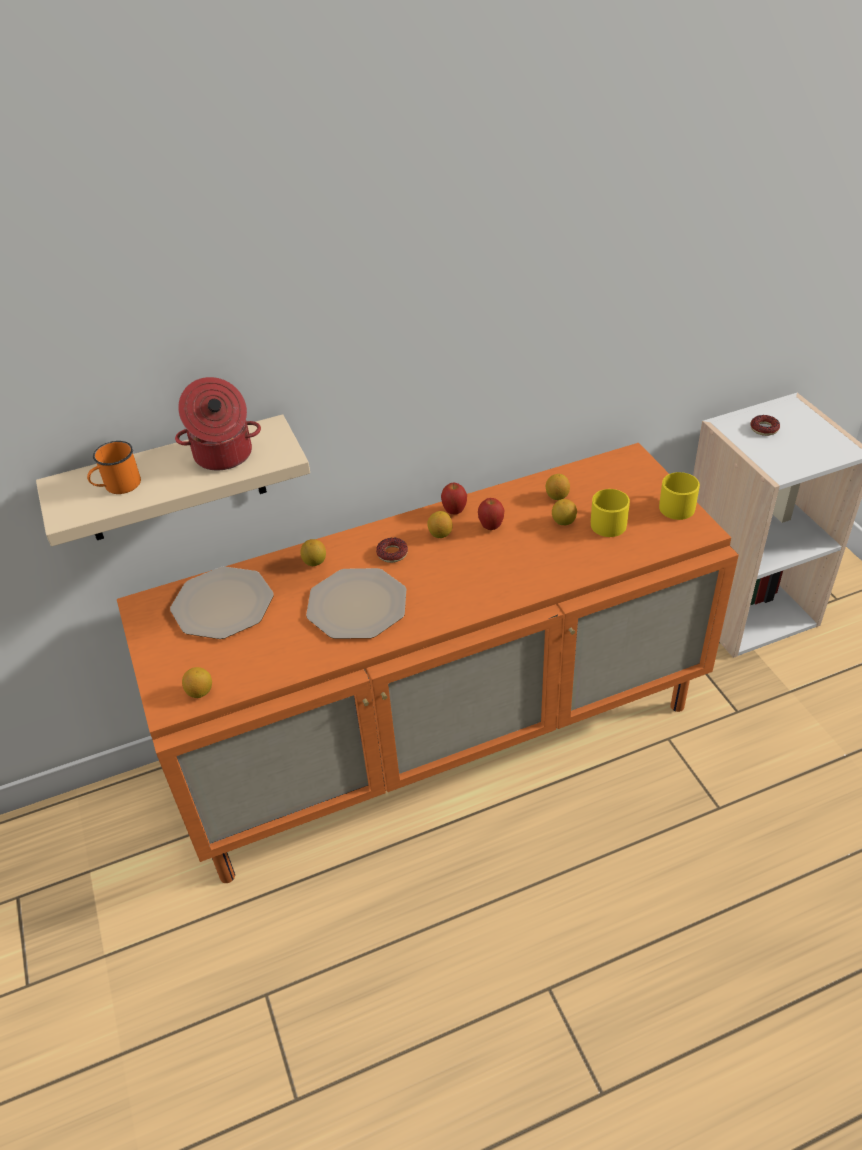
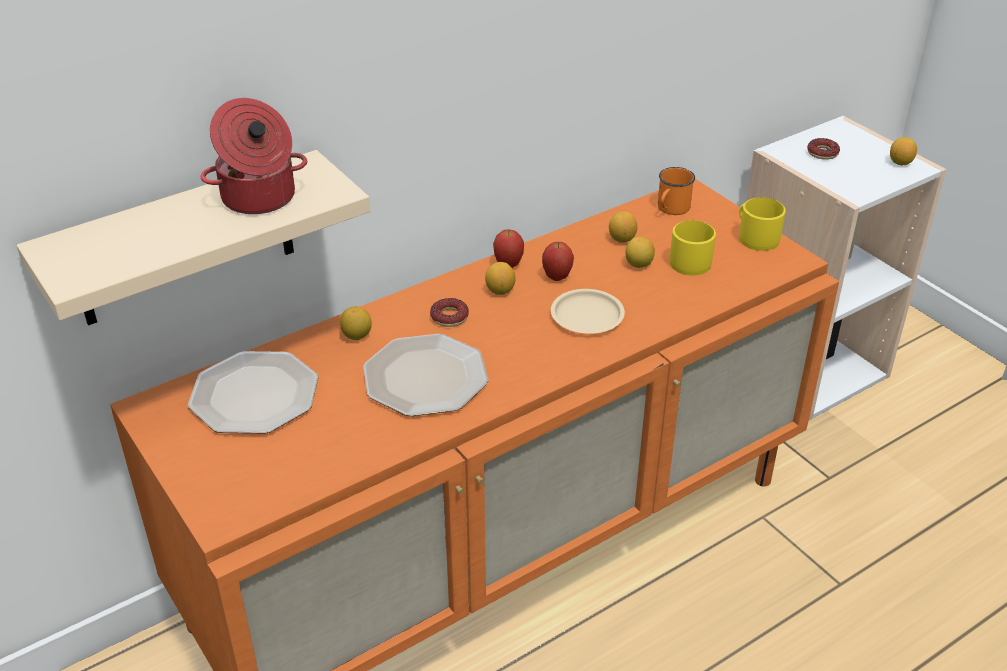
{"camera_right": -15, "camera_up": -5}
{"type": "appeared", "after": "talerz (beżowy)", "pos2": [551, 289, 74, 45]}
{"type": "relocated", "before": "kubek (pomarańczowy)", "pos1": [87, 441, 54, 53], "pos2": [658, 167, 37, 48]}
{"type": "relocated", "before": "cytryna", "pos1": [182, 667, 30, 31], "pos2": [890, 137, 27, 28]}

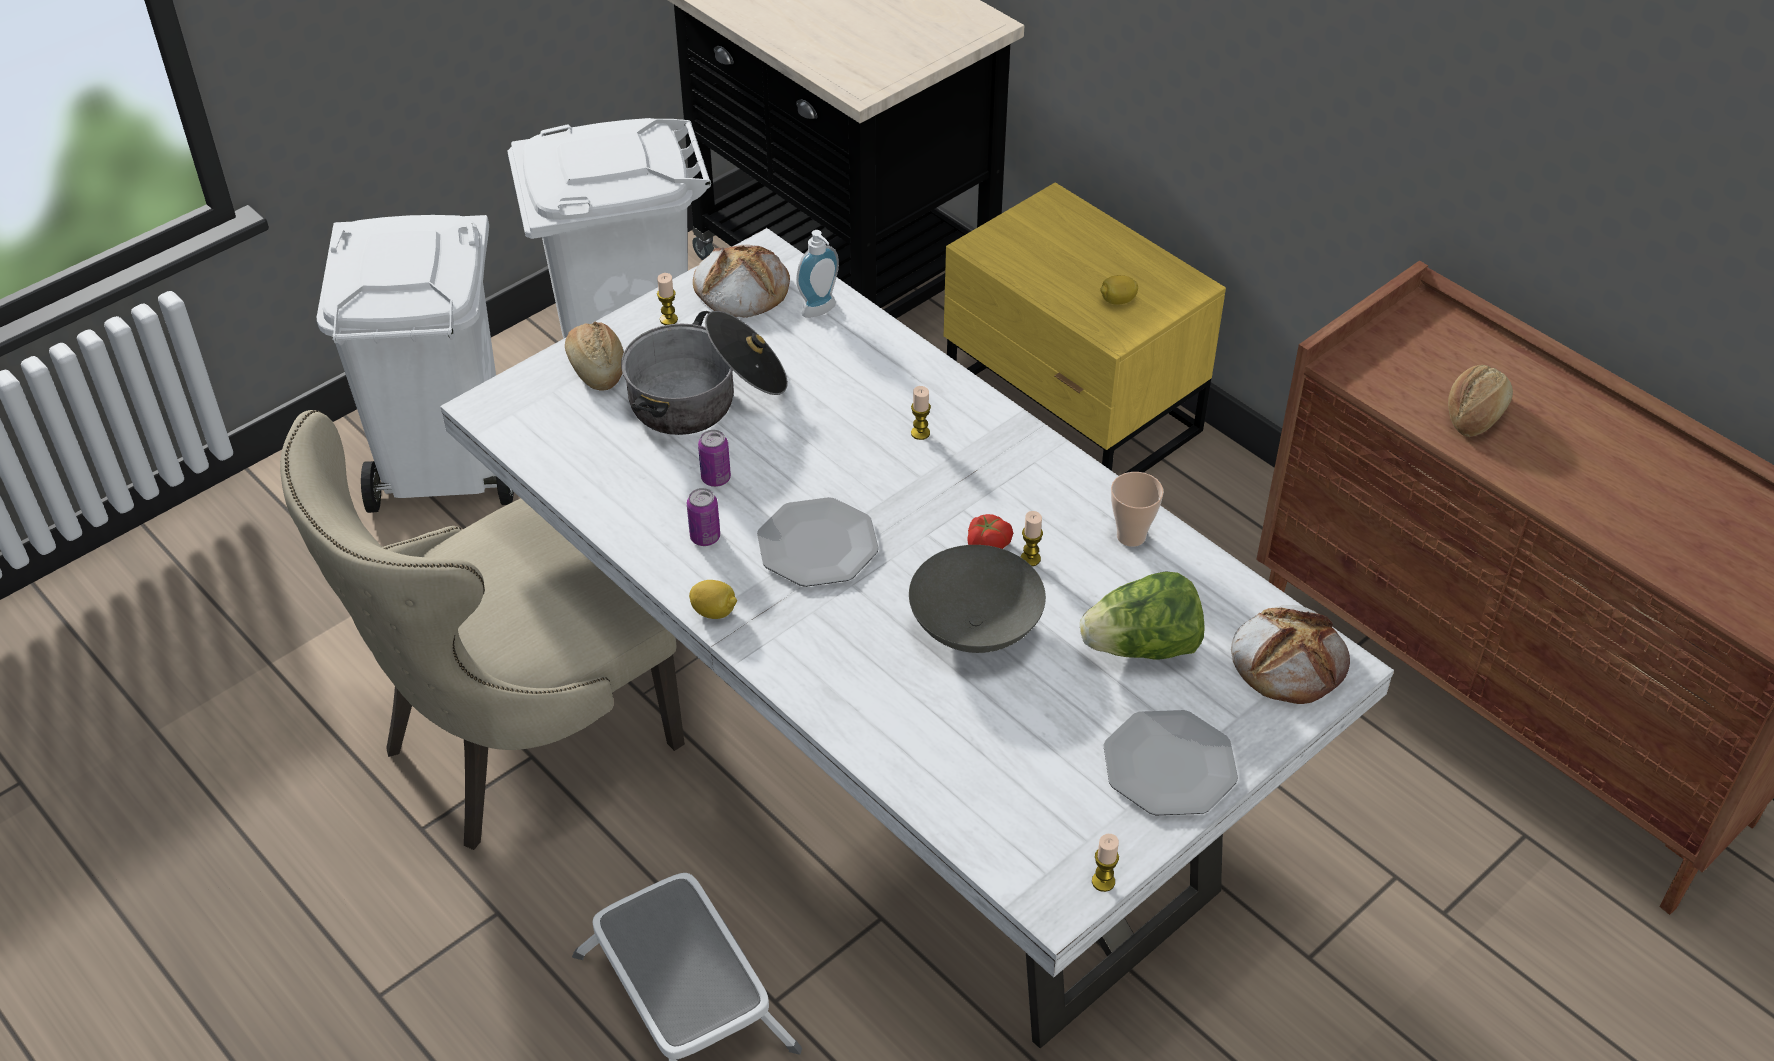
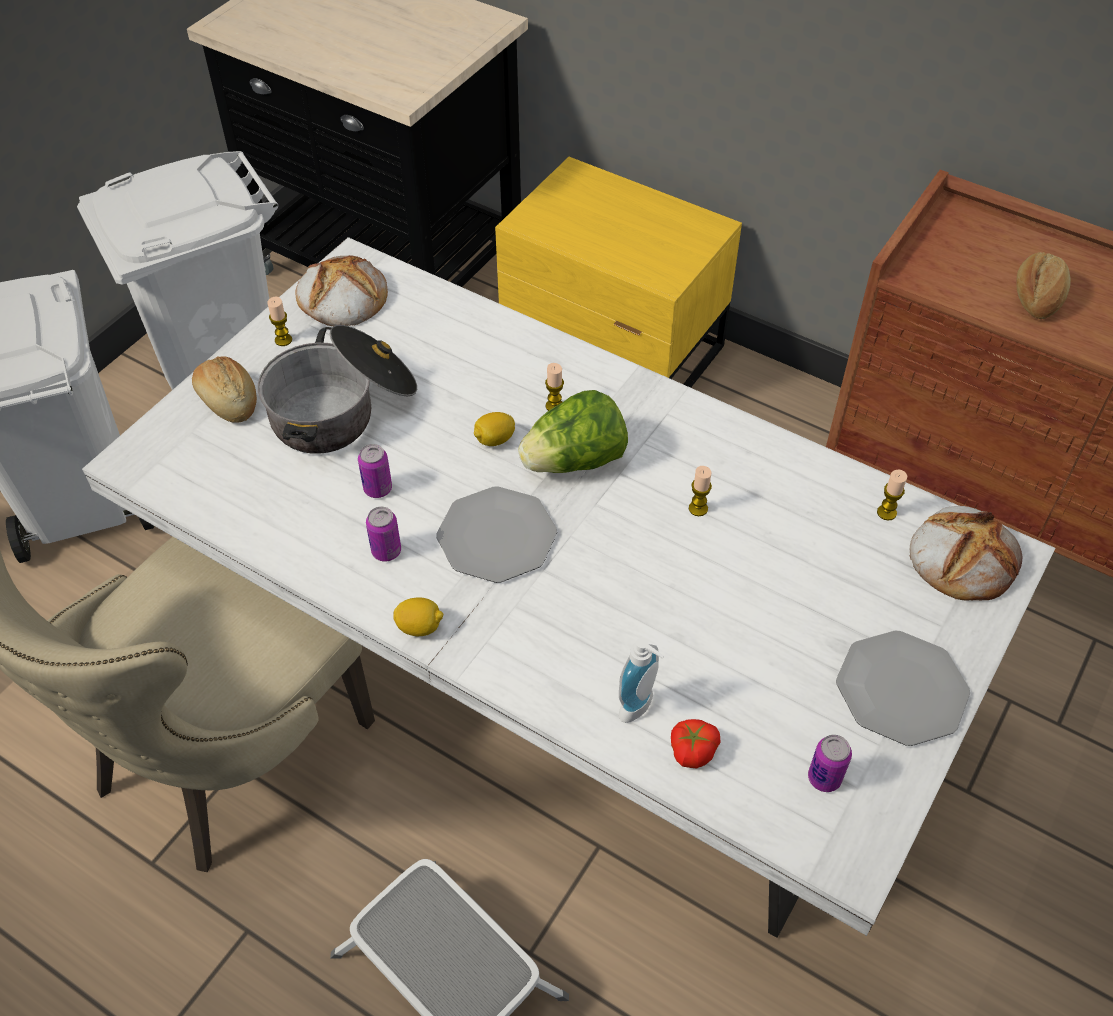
{"camera_right": -15, "camera_up": 5}
{"type": "relocated", "before": "cytryna", "pos1": [1101, 275, 37, 30], "pos2": [474, 412, 41, 34]}
{"type": "relocated", "before": "sałata", "pos1": [1080, 572, 125, 88], "pos2": [518, 390, 110, 83]}
{"type": "relocated", "before": "dozownik mydła", "pos1": [796, 230, 43, 88], "pos2": [619, 638, 45, 85]}
{"type": "relocated", "before": "pomidor", "pos1": [967, 514, 46, 35], "pos2": [671, 719, 50, 49]}
{"type": "appeared", "after": "puszka", "pos2": [808, 735, 44, 57]}
{"type": "relocated", "before": "świeca", "pos1": [1092, 834, 27, 58], "pos2": [877, 470, 30, 50]}
{"type": "missing", "before": "miska (szary)", "pos1": [909, 545, 137, 108]}
{"type": "missing", "before": "filiżanka", "pos1": [1111, 472, 53, 75]}

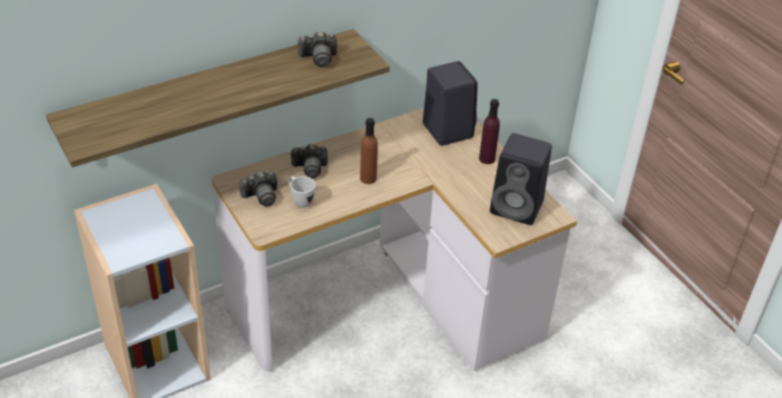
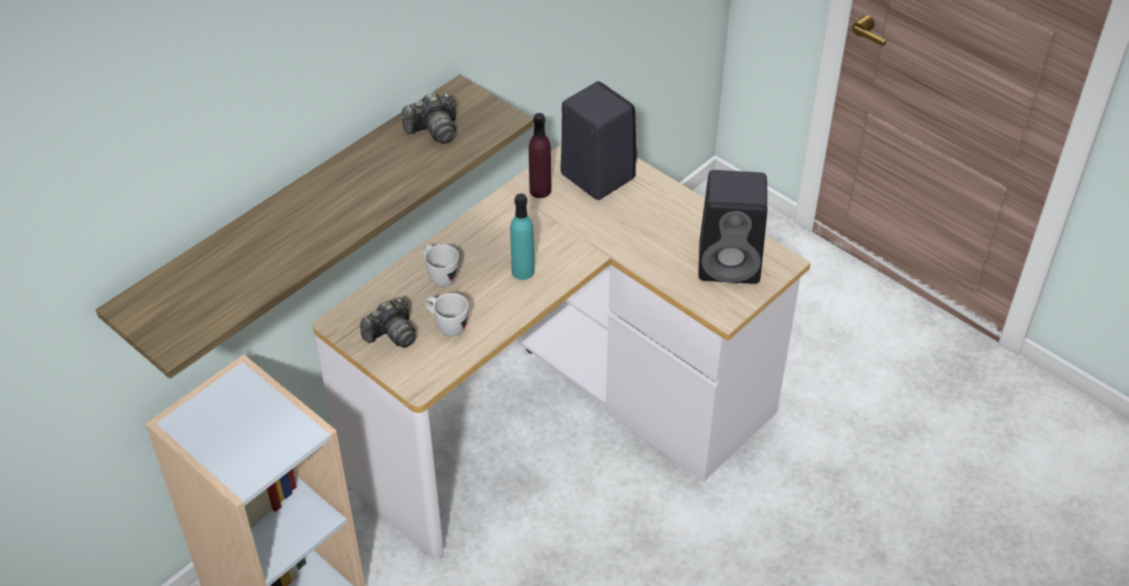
{"camera_right": -15, "camera_up": 5}
{"type": "exchanged", "before": "aparat fotograficzny", "after": "kubek (biały)", "pos1": [290, 144, 38, 34], "pos2": [423, 244, 36, 43]}
{"type": "colour", "before": "butelka (brązowy)", "after": "butelka (turkusowy)", "pos1": [360, 118, 18, 66], "pos2": [510, 194, 24, 86]}
{"type": "relocated", "before": "butelka (fioletowy)", "pos1": [479, 99, 21, 65], "pos2": [529, 113, 22, 85]}

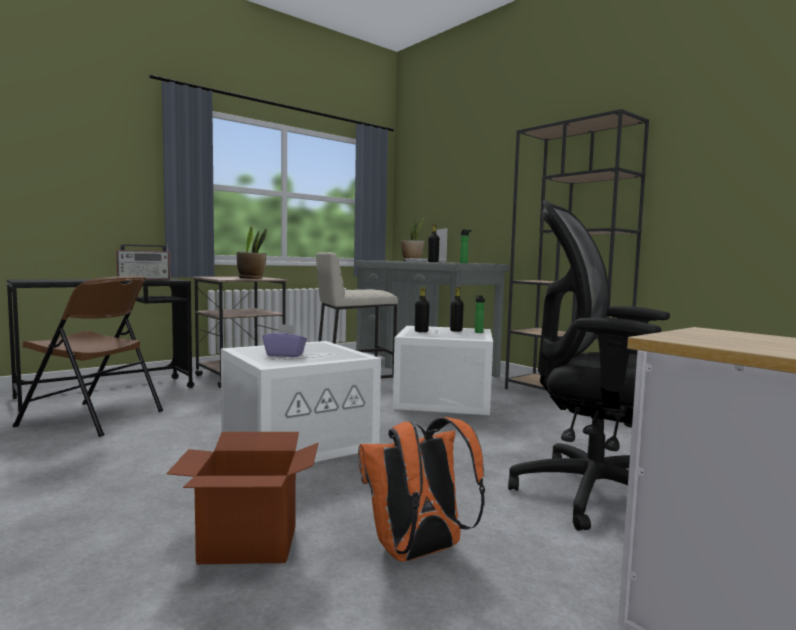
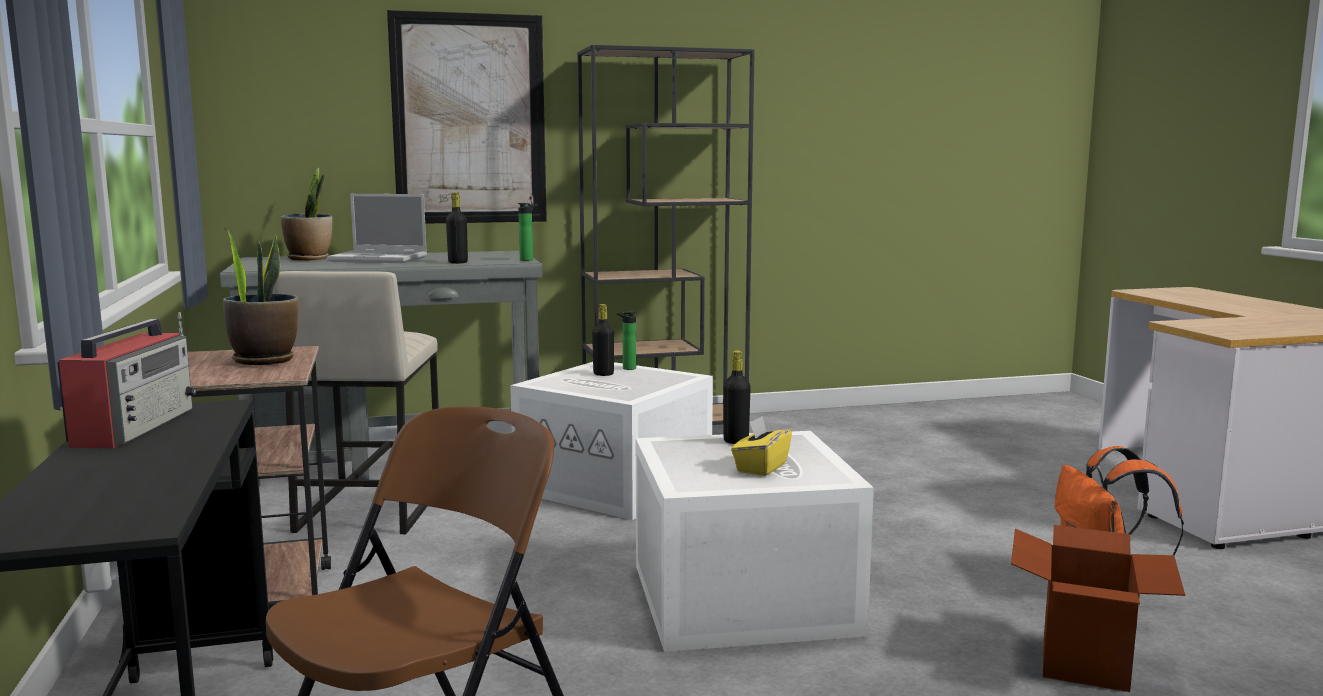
{"camera_right": -65, "camera_up": 5}
{"type": "appeared", "after": "obraz", "pos2": [387, 10, 160, 214]}
{"type": "relocated", "before": "butelka (czarny)", "pos1": [415, 287, 15, 45], "pos2": [723, 351, 28, 93]}
{"type": "colour", "before": "pudełko chusteczek (fioletowy)", "after": "pudełko chusteczek (żółty)", "pos1": [263, 324, 44, 33], "pos2": [731, 416, 61, 60]}
{"type": "missing", "before": "krzesło biurowe (czarny)", "pos1": [508, 201, 162, 330]}

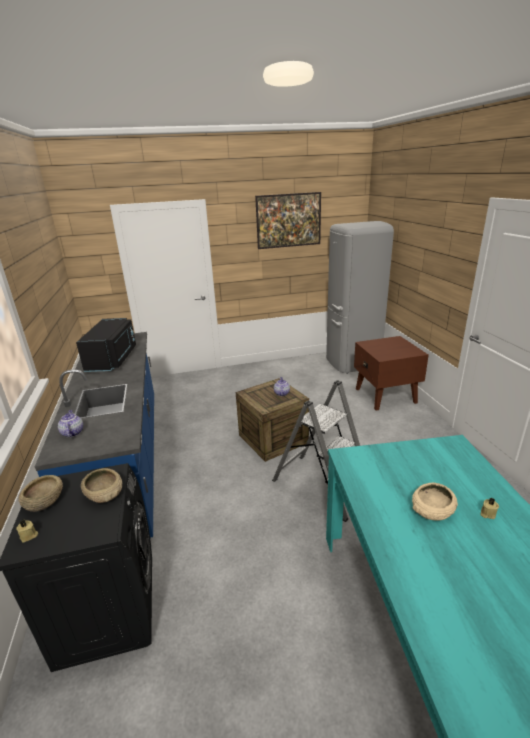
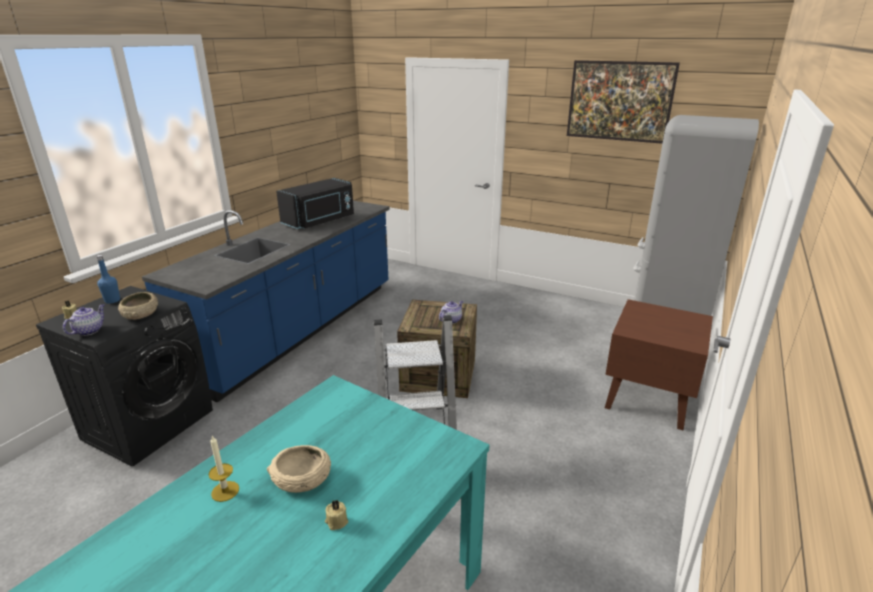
{"camera_right": 40, "camera_up": 0}
{"type": "relocated", "before": "imbryk", "pos1": [58, 410, 25, 27], "pos2": [63, 304, 42, 32]}
{"type": "exchanged", "before": "miska (beżowy)", "after": "butelka (niebieski)", "pos1": [19, 475, 44, 37], "pos2": [96, 255, 24, 49]}
{"type": "appeared", "after": "świeca", "pos2": [208, 436, 31, 66]}

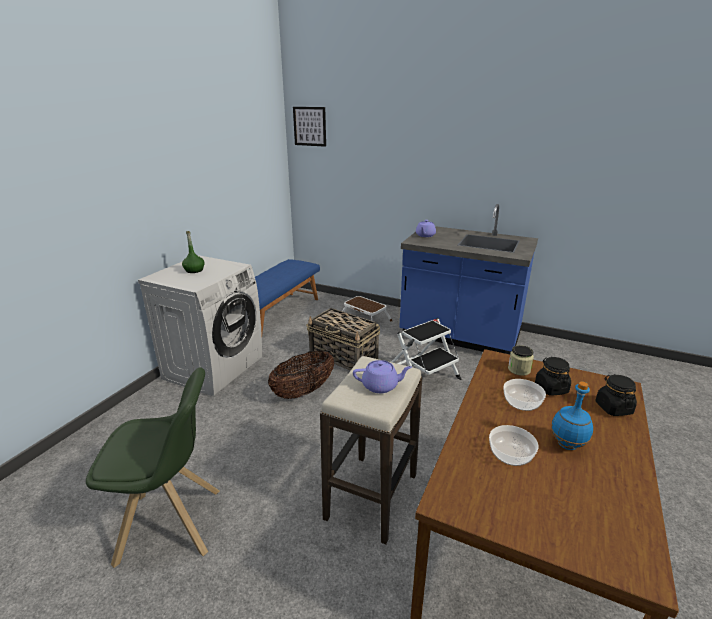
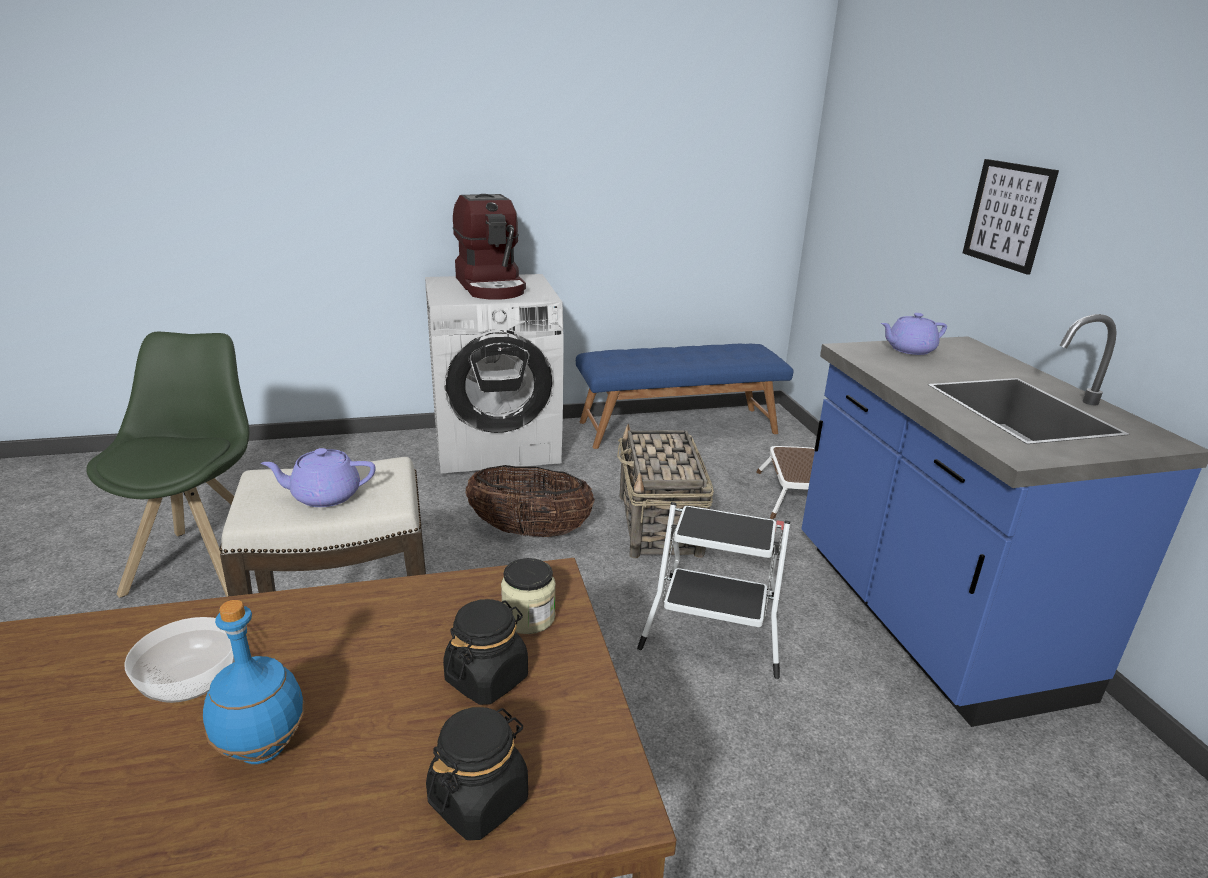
{"camera_right": 50, "camera_up": 0}
{"type": "spun", "before": "krzesło (zielony)", "pos1": [86, 367, 134, 201], "pos2": [86, 332, 163, 266], "turn": -135}
{"type": "spun", "before": "imbryk (fioletowy)", "pos1": [353, 360, 59, 33], "pos2": [261, 448, 114, 59], "turn": 120}
{"type": "exchanged", "before": "butelka (zielony)", "after": "ekspres do kawy", "pos1": [182, 231, 22, 42], "pos2": [453, 194, 73, 106]}
{"type": "relocated", "before": "obraz", "pos1": [293, 107, 33, 40], "pos2": [963, 159, 96, 116]}
{"type": "missing", "before": "miska", "pos1": [503, 379, 43, 32]}

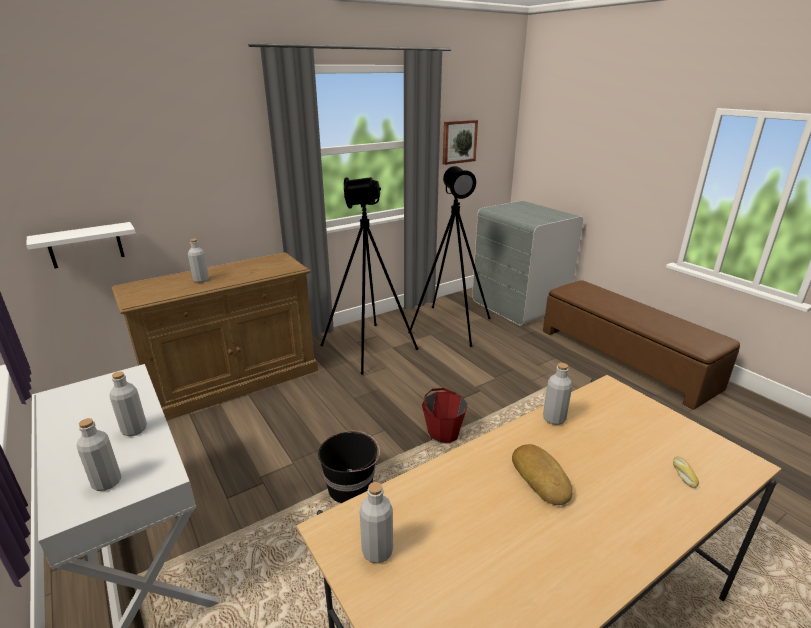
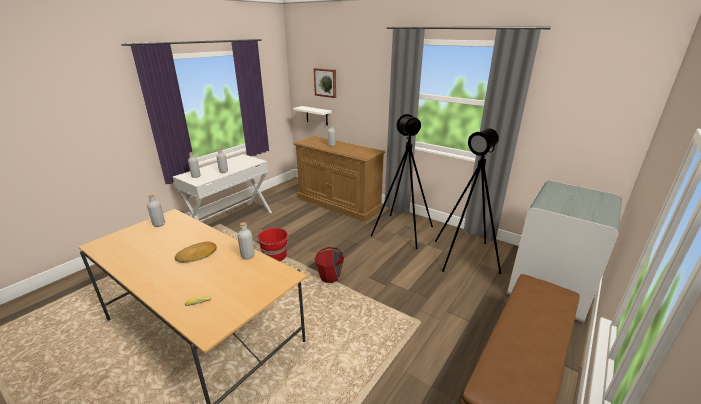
{"camera_right": 70, "camera_up": 0}
{"type": "colour", "before": "wiadro (czarny)", "after": "wiadro (czerwony)", "pos1": [318, 430, 62, 73], "pos2": [258, 228, 31, 33]}
{"type": "relocated", "before": "obraz", "pos1": [443, 120, 35, 45], "pos2": [314, 68, 22, 30]}

